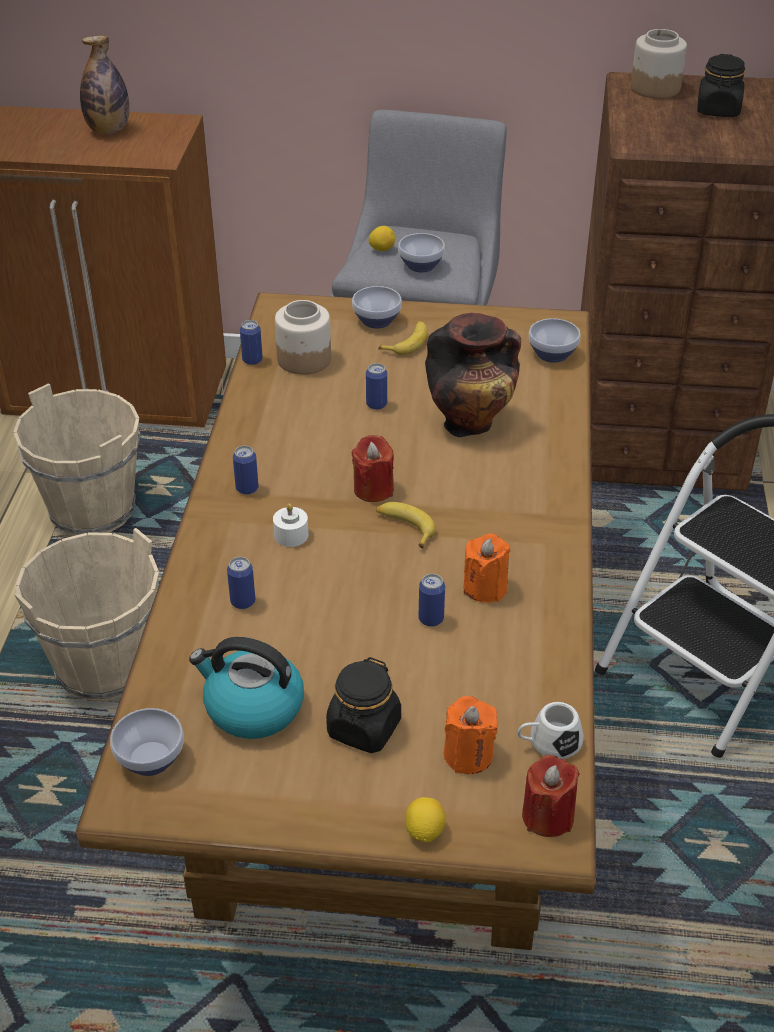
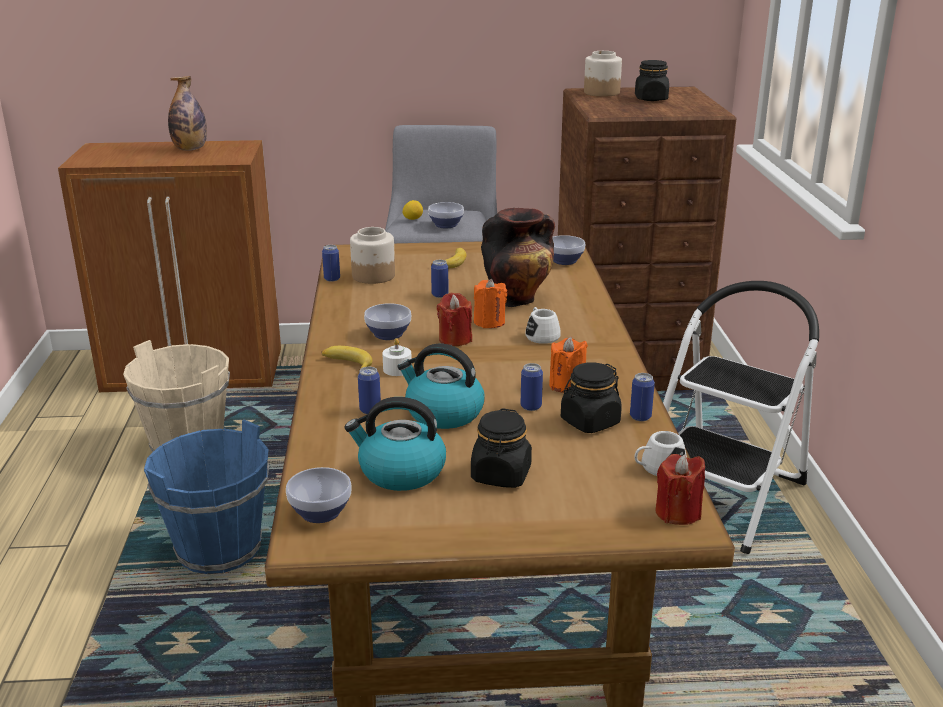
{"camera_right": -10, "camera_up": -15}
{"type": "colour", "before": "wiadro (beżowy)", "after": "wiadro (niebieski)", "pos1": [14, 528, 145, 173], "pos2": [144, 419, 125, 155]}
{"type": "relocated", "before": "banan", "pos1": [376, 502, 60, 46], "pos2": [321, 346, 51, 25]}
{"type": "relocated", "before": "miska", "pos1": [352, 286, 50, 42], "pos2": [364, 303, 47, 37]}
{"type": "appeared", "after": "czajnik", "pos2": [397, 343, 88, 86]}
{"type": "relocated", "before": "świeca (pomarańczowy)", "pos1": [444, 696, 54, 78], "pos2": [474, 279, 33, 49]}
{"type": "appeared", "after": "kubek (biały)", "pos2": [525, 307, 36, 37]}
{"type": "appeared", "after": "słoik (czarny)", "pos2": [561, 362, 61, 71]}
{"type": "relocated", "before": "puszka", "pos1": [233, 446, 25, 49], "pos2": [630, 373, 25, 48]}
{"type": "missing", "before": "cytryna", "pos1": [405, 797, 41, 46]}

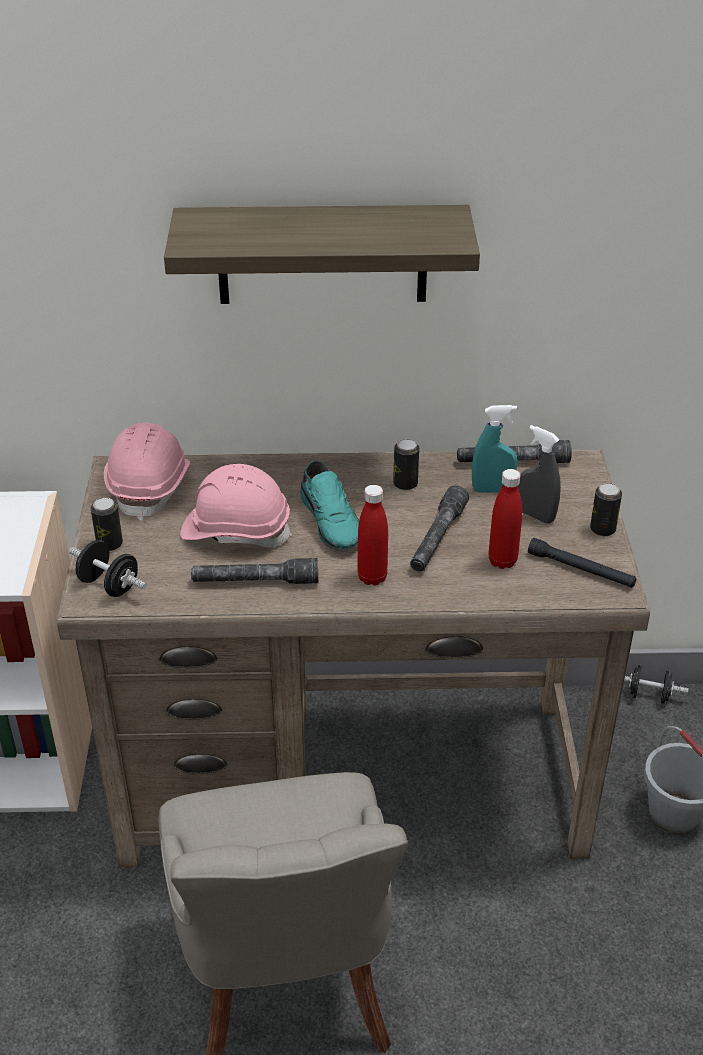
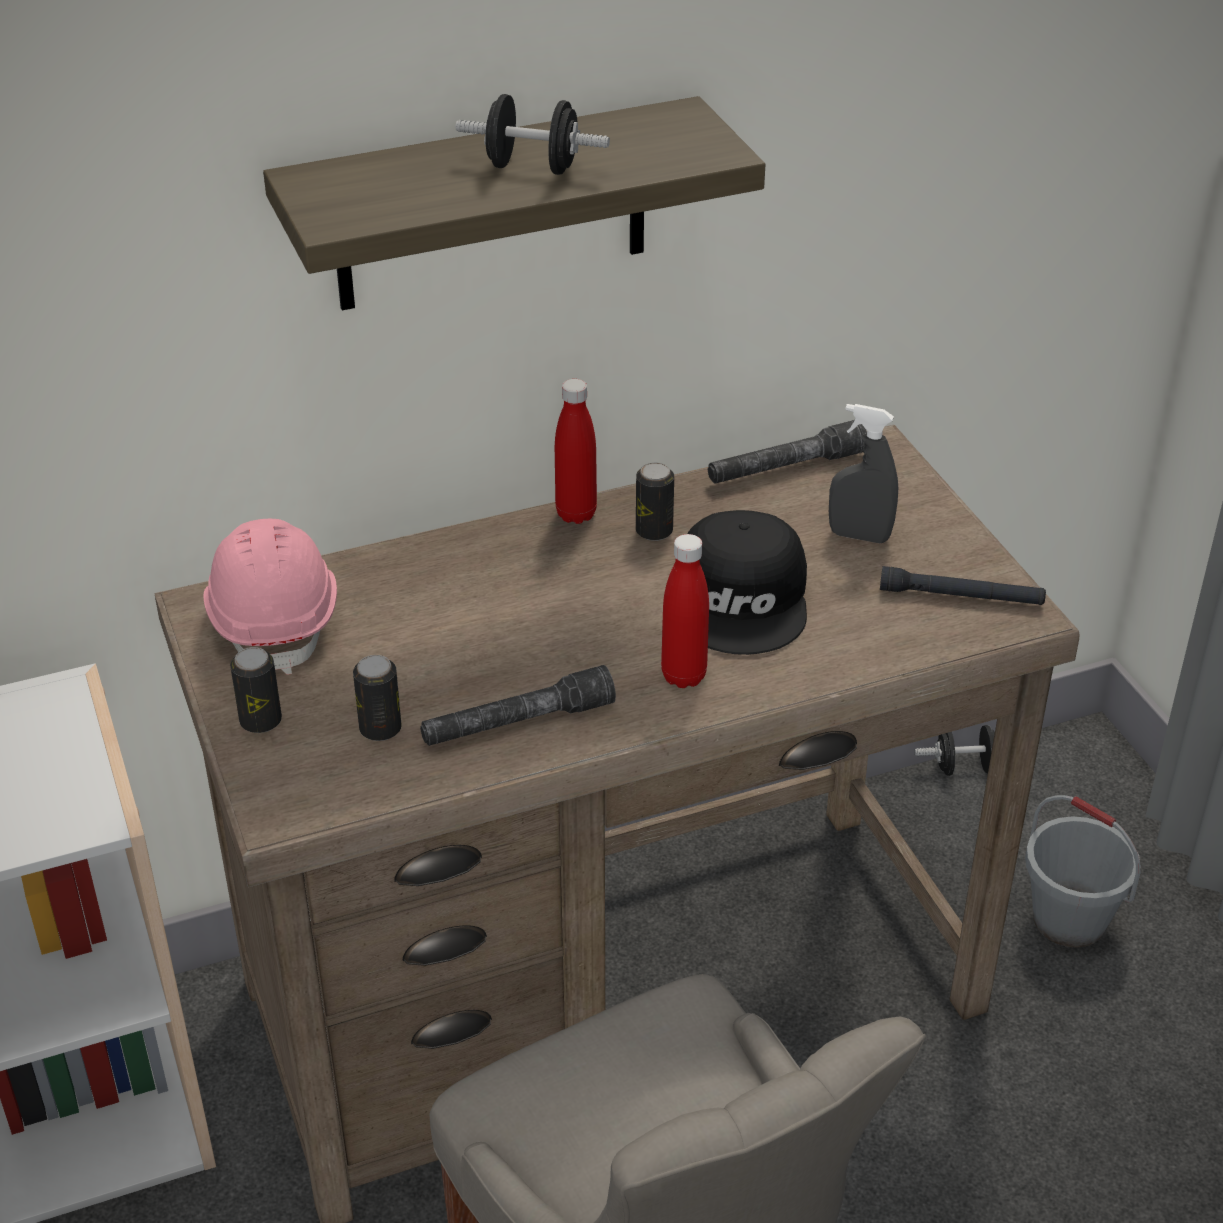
{"camera_right": -20, "camera_up": 0}
{"type": "relocated", "before": "puszka", "pos1": [590, 483, 32, 53], "pos2": [353, 655, 48, 86]}
{"type": "relocated", "before": "hantel (czarny)", "pos1": [69, 540, 78, 57], "pos2": [456, 94, 154, 81]}
{"type": "relocated", "before": "butelka (czerwony)", "pos1": [489, 469, 33, 100], "pos2": [555, 379, 42, 145]}
{"type": "exchanged", "before": "latarka (szary)", "after": "czapka z daszkiem (czarny)", "pos1": [410, 485, 59, 87], "pos2": [688, 510, 119, 145]}
{"type": "missing", "before": "kask (różowy)", "pos1": [180, 464, 112, 83]}
{"type": "missing", "before": "but (turkusowy)", "pos1": [300, 461, 59, 89]}
{"type": "missing", "before": "spryskiwacz (turkusowy)", "pos1": [472, 405, 46, 88]}

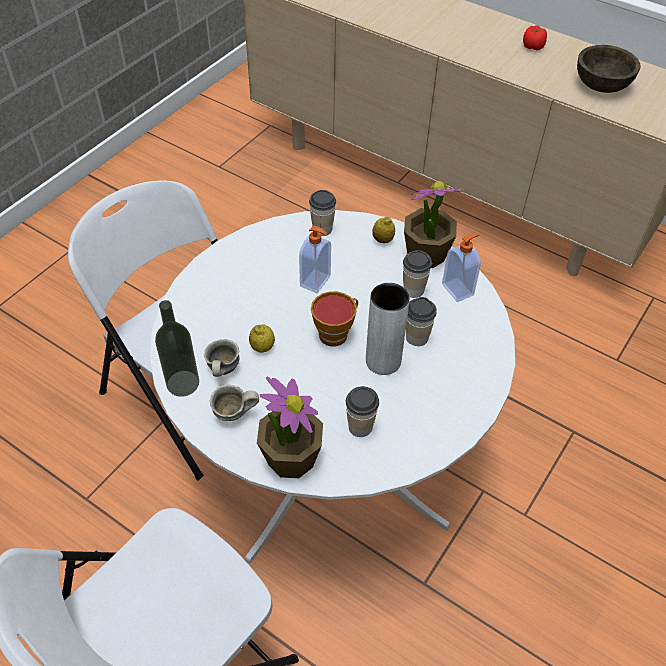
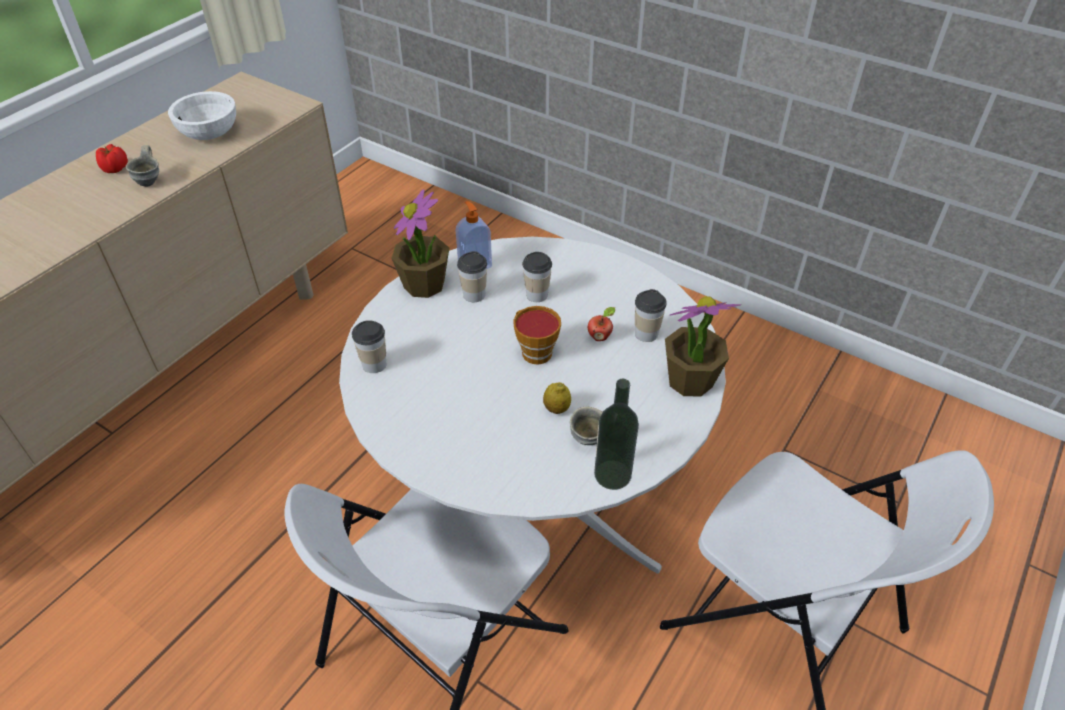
{"camera_right": -90, "camera_up": -5}
{"type": "relocated", "before": "kubek (szary)", "pos1": [210, 385, 49, 36], "pos2": [126, 145, 33, 42]}
{"type": "colour", "before": "miska (brązowy)", "after": "miska (biały)", "pos1": [577, 45, 64, 48], "pos2": [168, 91, 68, 49]}
{"type": "appeared", "after": "jabłko", "pos2": [588, 307, 27, 34]}
{"type": "missing", "before": "dozownik mydła", "pos1": [299, 226, 32, 67]}
{"type": "missing", "before": "wazon (szary)", "pos1": [366, 283, 44, 92]}
{"type": "missing", "before": "cytryna", "pos1": [372, 217, 23, 26]}

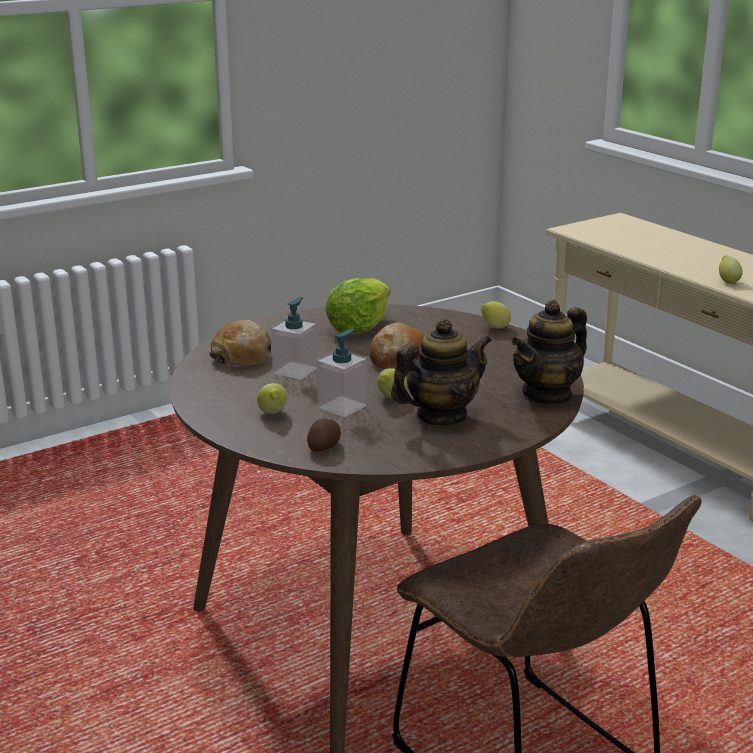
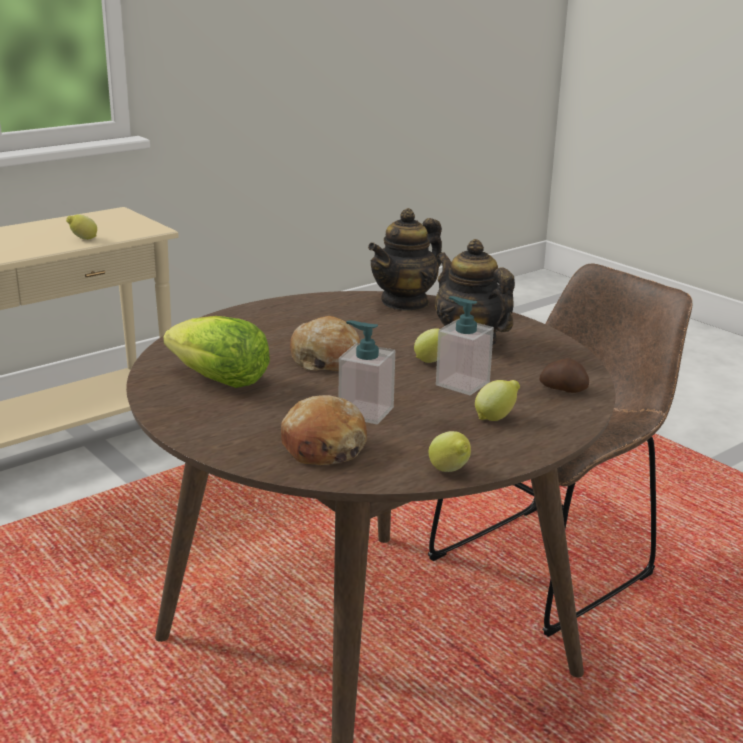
{"camera_right": -95, "camera_up": 0}
{"type": "spun", "before": "imbryk", "pos1": [511, 300, 76, 106], "pos2": [368, 208, 74, 103], "turn": 90}
{"type": "relocated", "before": "cytryna", "pos1": [480, 301, 31, 28], "pos2": [429, 431, 42, 41]}

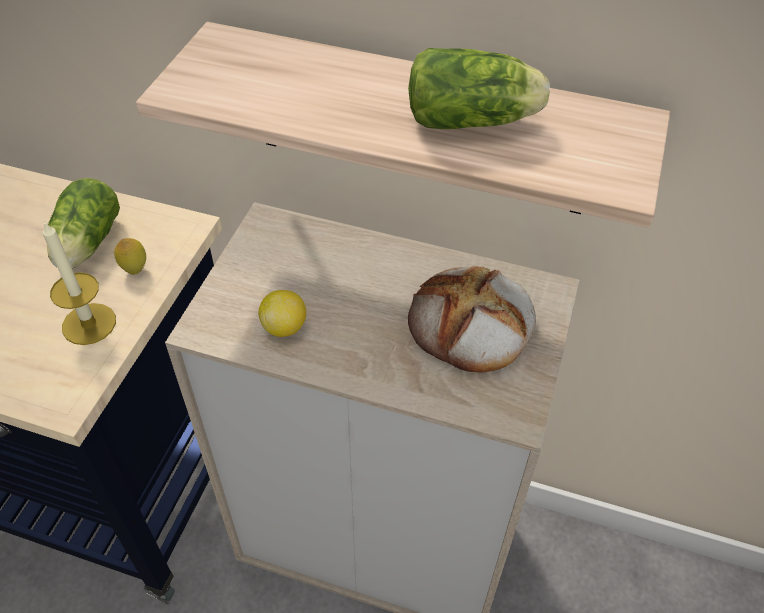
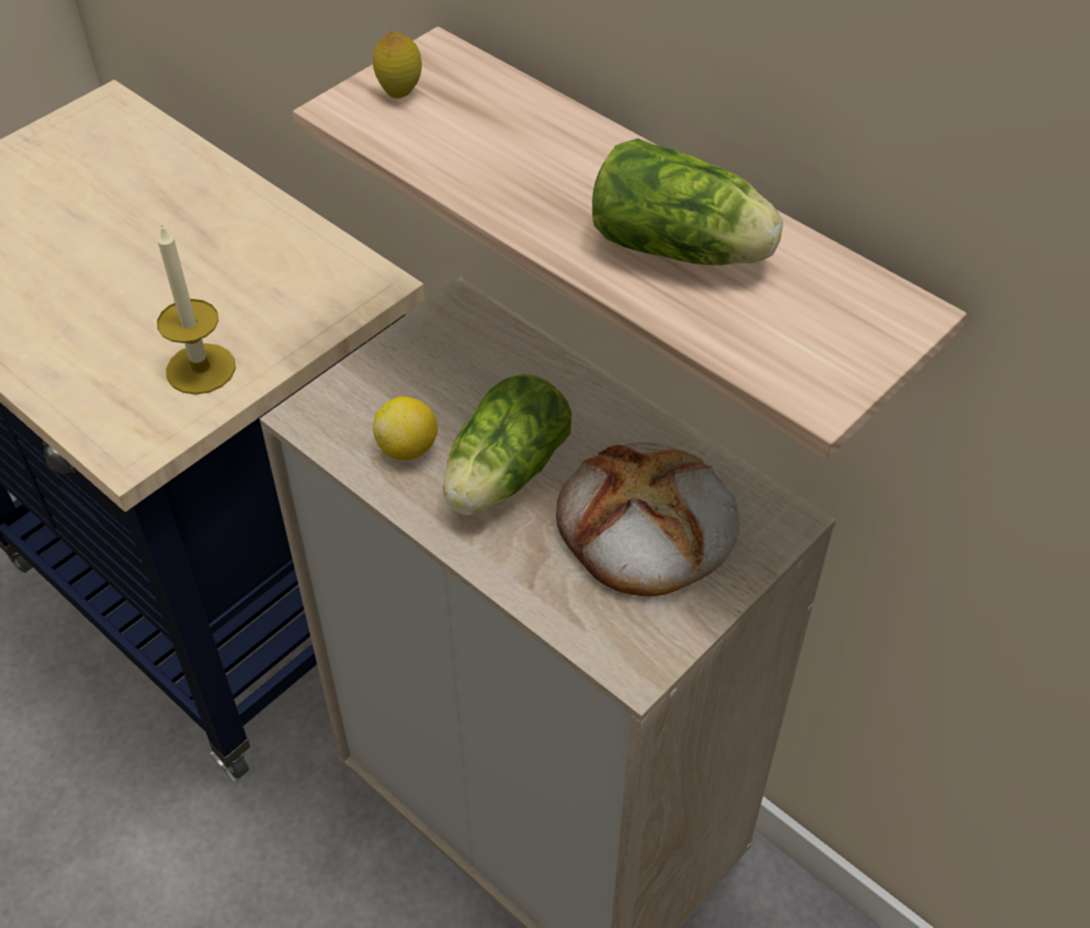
{"camera_right": 25, "camera_up": 0}
{"type": "relocated", "before": "cytryna", "pos1": [114, 238, 32, 37], "pos2": [373, 31, 49, 68]}
{"type": "relocated", "before": "sałata", "pos1": [47, 178, 73, 90], "pos2": [443, 374, 129, 141]}

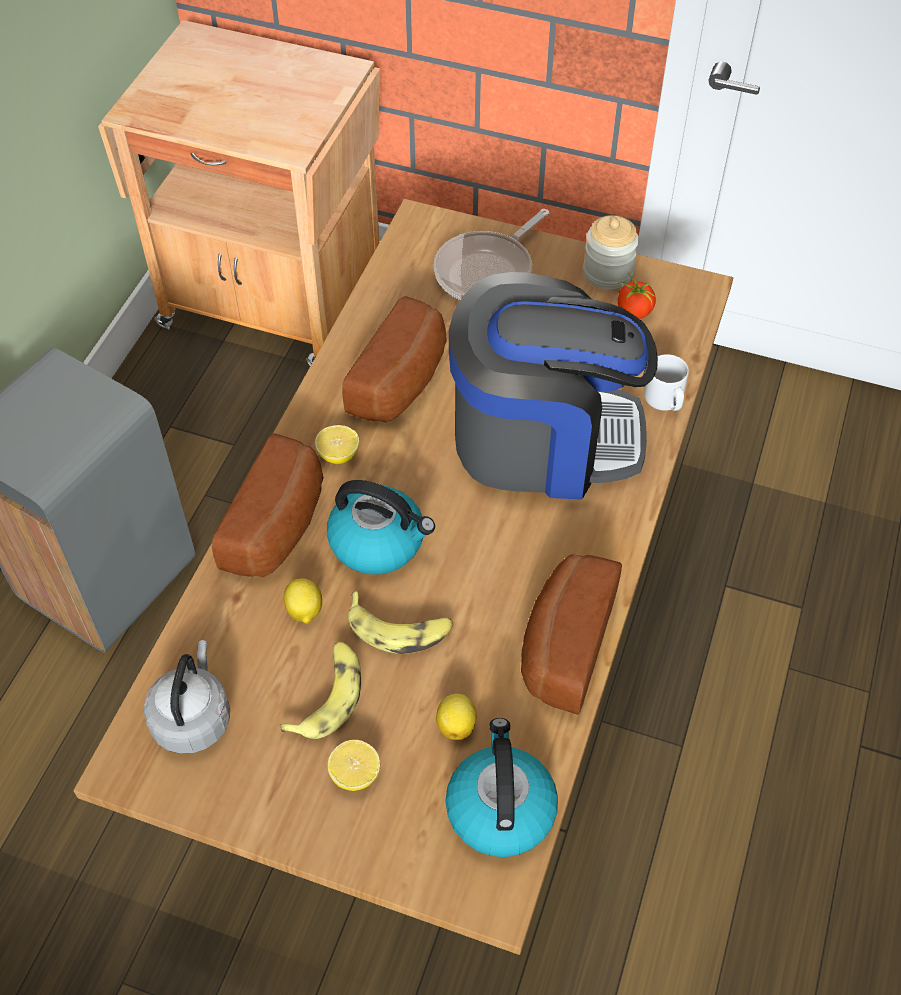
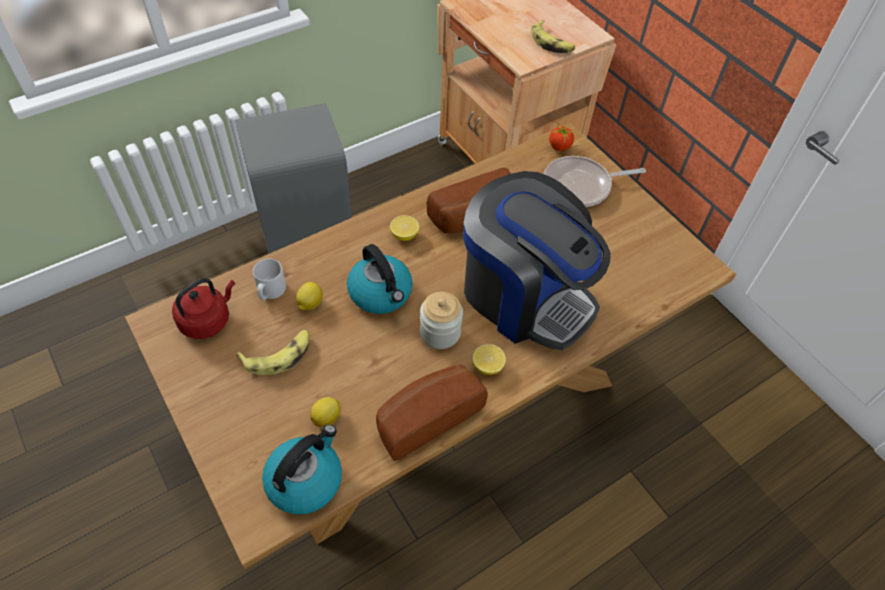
{"camera_right": 35, "camera_up": 0}
{"type": "colour", "before": "czajnik (szary)", "after": "czajnik (czerwony)", "pos1": [144, 640, 86, 114], "pos2": [172, 278, 63, 61]}
{"type": "relocated", "before": "kubek (szary)", "pos1": [644, 354, 45, 57], "pos2": [253, 259, 33, 41]}
{"type": "relocated", "before": "słoik", "pos1": [583, 215, 56, 74], "pos2": [420, 292, 43, 57]}
{"type": "relocated", "before": "cytryna", "pos1": [328, 740, 52, 51], "pos2": [473, 344, 33, 31]}
{"type": "relocated", "before": "banan", "pos1": [348, 591, 105, 63], "pos2": [531, 20, 44, 33]}
{"type": "relocated", "before": "pomidor", "pos1": [618, 273, 38, 46], "pos2": [549, 122, 26, 29]}
{"type": "missing", "before": "chleb", "pos1": [212, 433, 111, 144]}

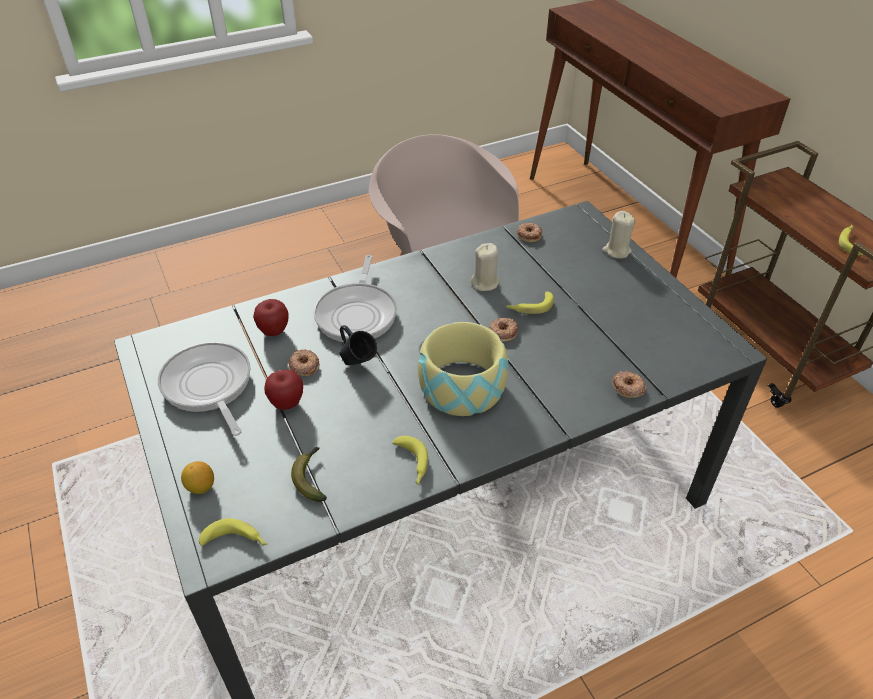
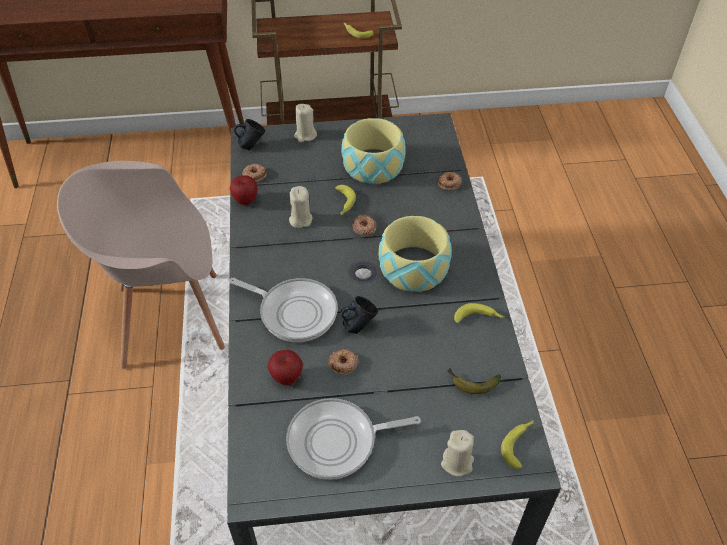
{"camera_right": -70, "camera_up": 5}
{"type": "relocated", "before": "jabłko", "pos1": [264, 370, 39, 40], "pos2": [230, 175, 28, 30]}
{"type": "appeared", "after": "kubek (niebieski)", "pos2": [233, 119, 32, 32]}
{"type": "appeared", "after": "miska", "pos2": [342, 118, 64, 66]}
{"type": "exchanged", "before": "cytryna", "after": "świeca (beżowy)", "pos1": [181, 461, 33, 33], "pos2": [441, 430, 33, 47]}

